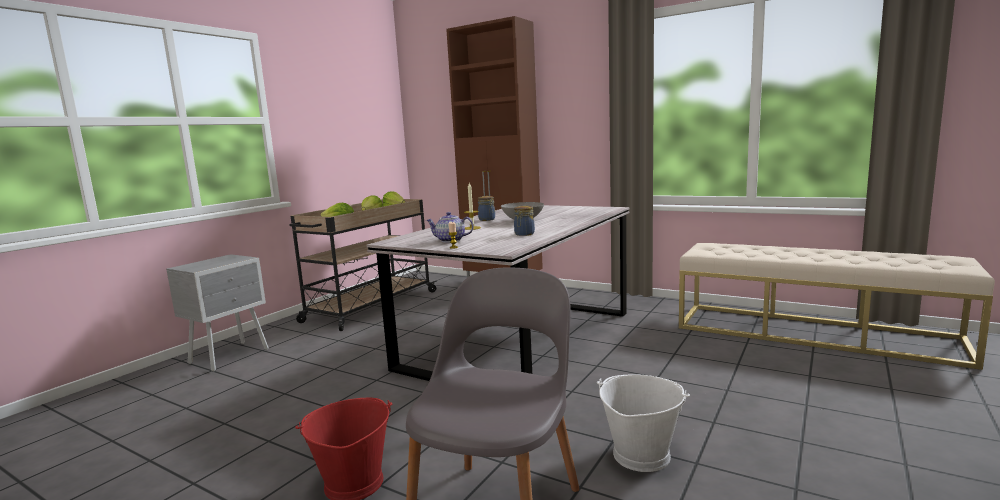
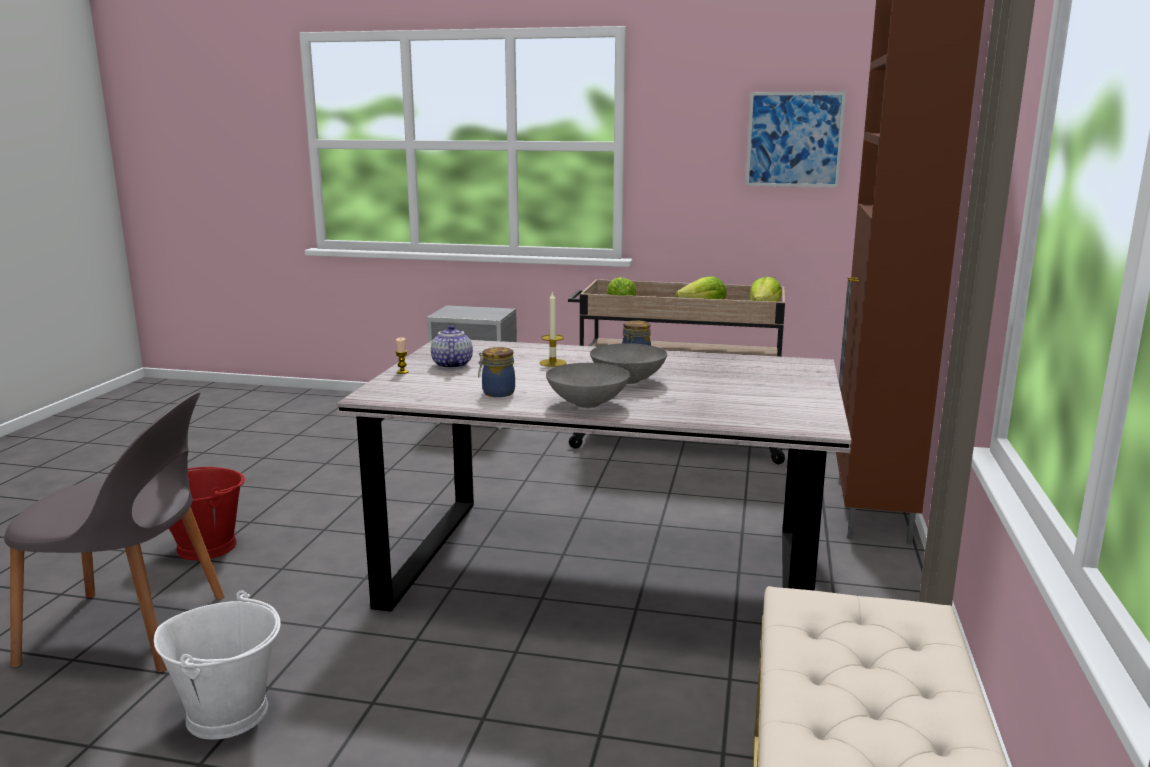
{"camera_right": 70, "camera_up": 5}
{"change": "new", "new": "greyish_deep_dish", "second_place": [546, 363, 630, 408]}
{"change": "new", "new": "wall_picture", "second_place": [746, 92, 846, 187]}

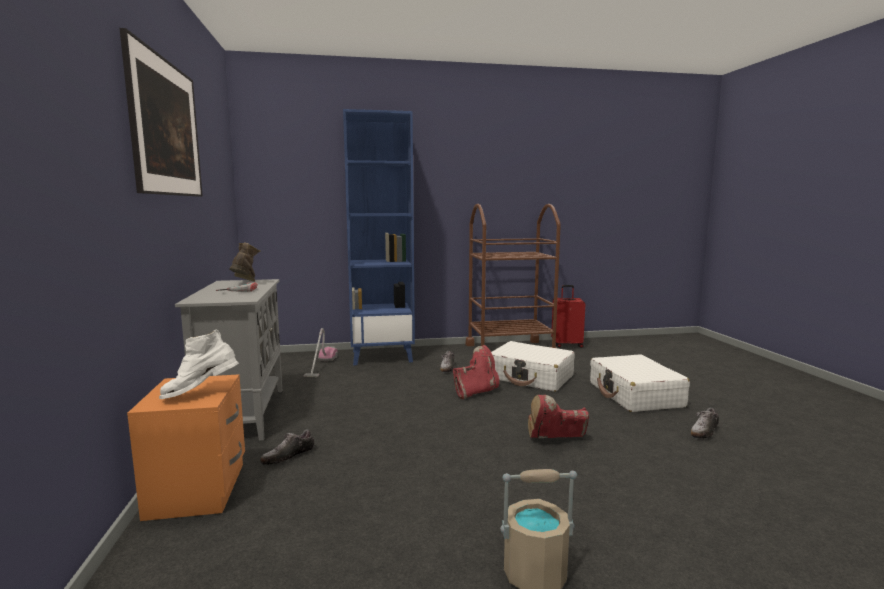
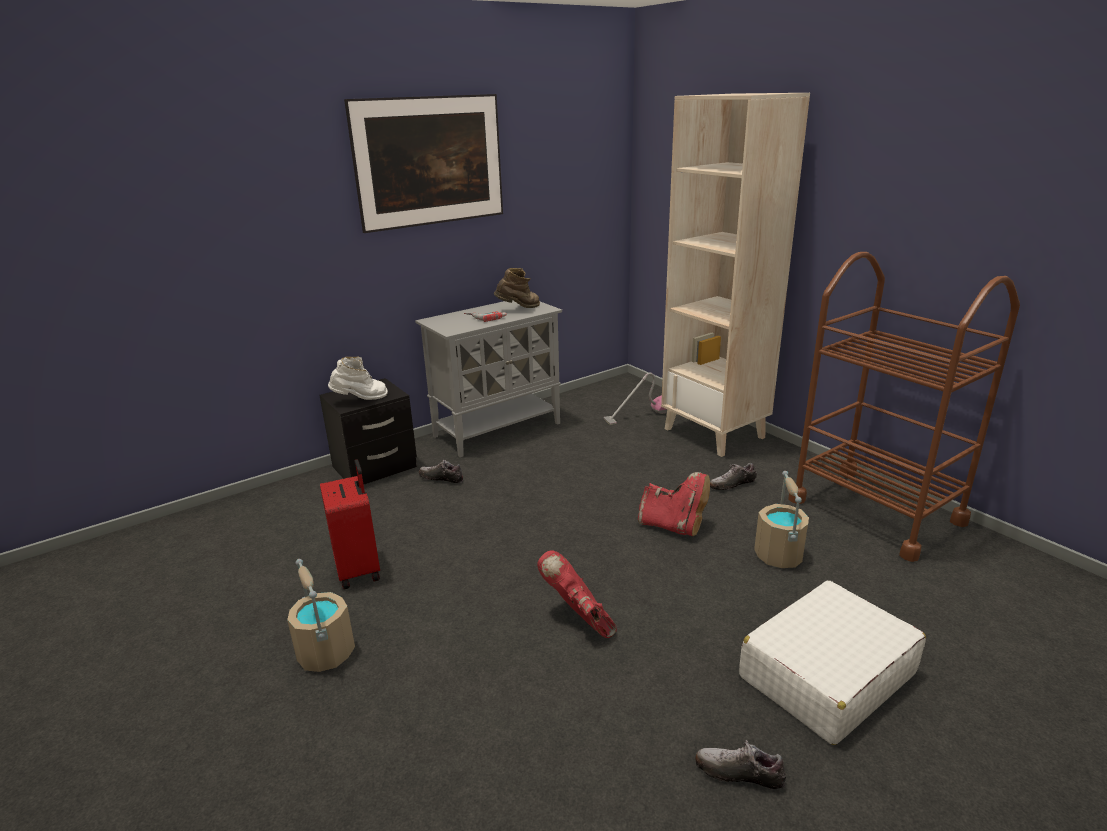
{"camera_right": 65, "camera_up": 15}
{"change": "repainted", "old": "orange_night_table", "new": "black_night_table", "first_place": [127, 374, 245, 521], "second_place": [319, 378, 417, 484]}
{"change": "rotated", "old": "white-coloured_high-top_boot", "first_place": [159, 330, 239, 399], "second_place": [328, 357, 388, 400], "degrees": 120}
{"change": "repainted", "old": "blue-coloured_bookshelf", "new": "beige-coloured_bookshelf", "first_place": [343, 109, 415, 365], "second_place": [661, 93, 810, 457]}
{"change": "swapped", "old": "white-coloured_piece_of_luggage", "new": "beige-coloured_water_bucket", "first_place": [491, 341, 575, 392], "second_place": [754, 471, 809, 568]}
{"change": "shifted", "old": "red_piece_of_luggage", "first_place": [551, 285, 586, 348], "second_place": [320, 459, 380, 589]}

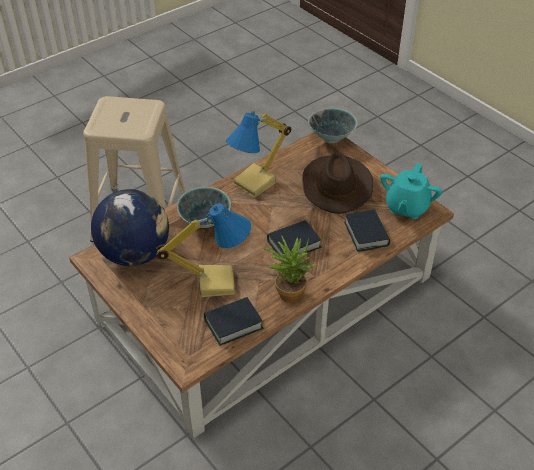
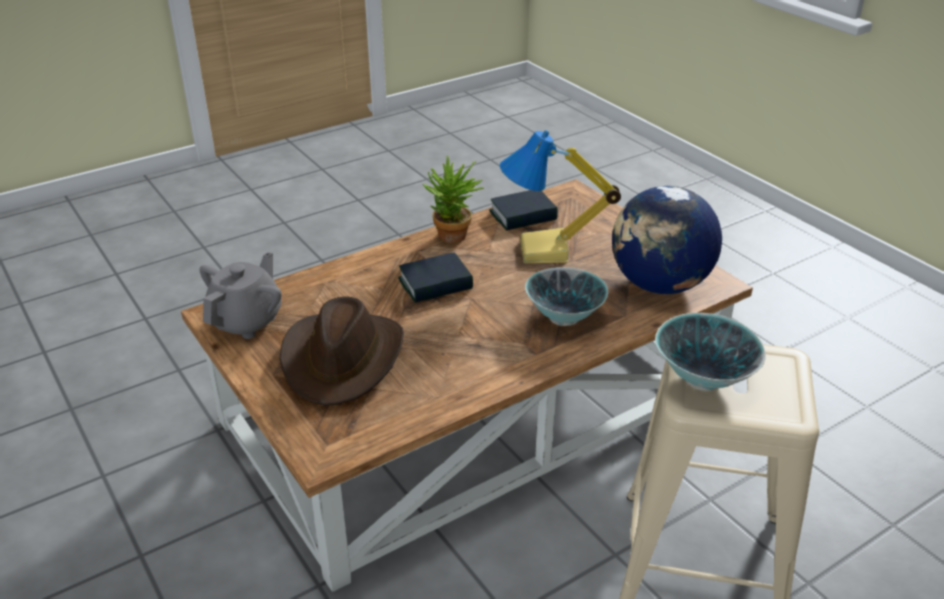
{"camera_right": -175, "camera_up": -10}
{"change": "gone", "old": "lamp_for_a_table", "first_place": [226, 111, 291, 197]}
{"change": "shifted", "old": "deep_dish", "first_place": [308, 108, 357, 143], "second_place": [655, 313, 766, 391]}
{"change": "gone", "old": "volume", "first_place": [344, 210, 390, 252]}
{"change": "repainted", "old": "blue-green_tea_pot", "new": "greyish_tea_pot", "first_place": [380, 163, 442, 219], "second_place": [199, 252, 282, 339]}

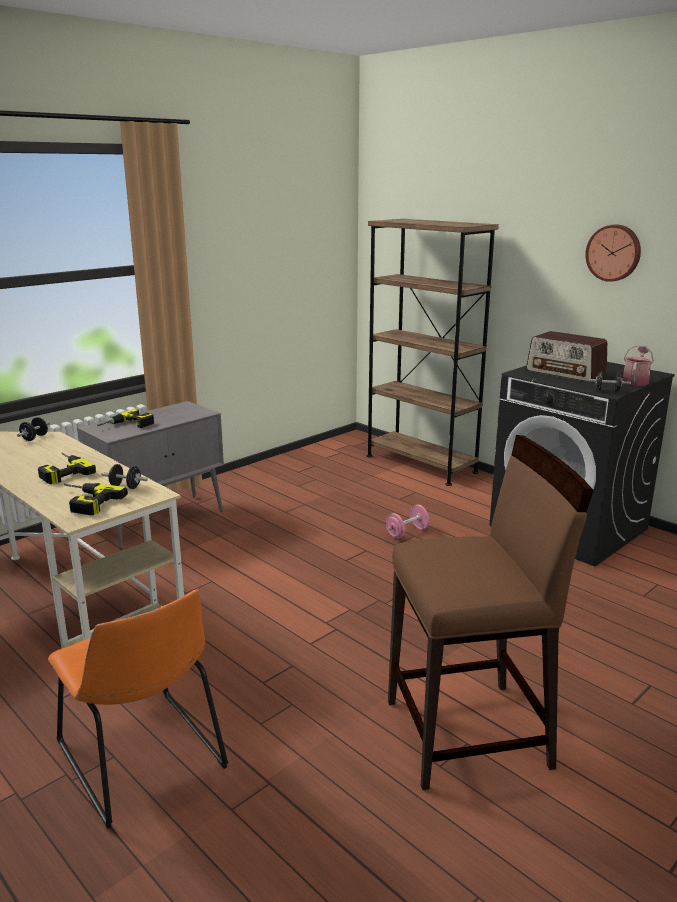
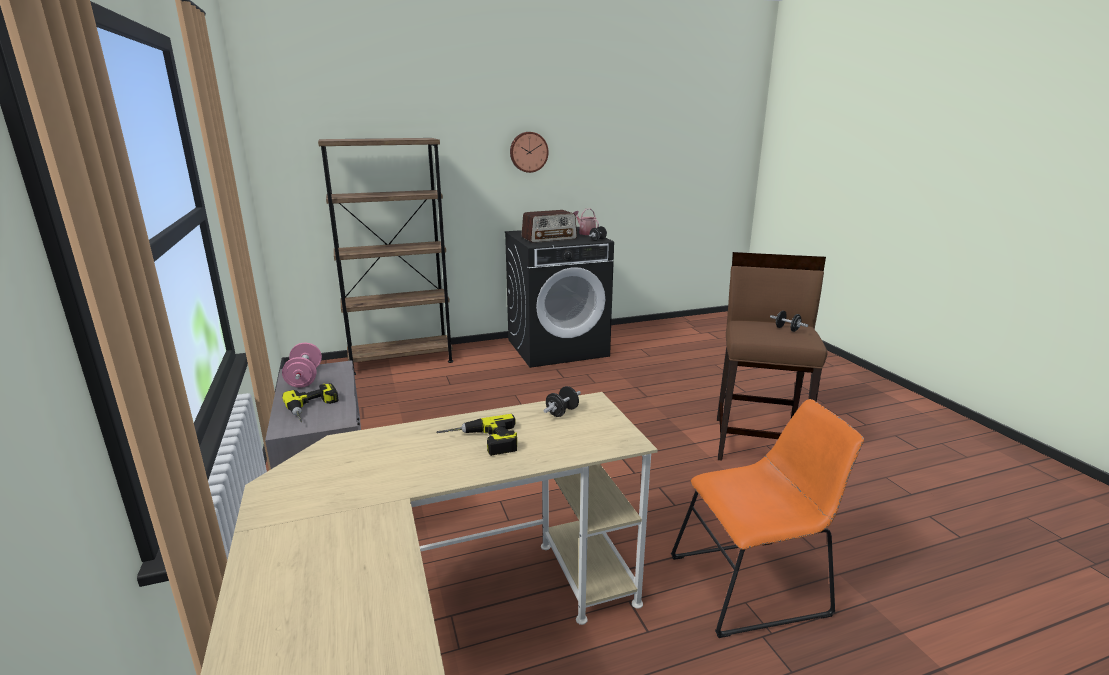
{"camera_right": -65, "camera_up": 0}
{"change": "shifted", "old": "black_hand_weight", "first_place": [17, 417, 50, 441], "second_place": [770, 311, 808, 332]}
{"change": "gone", "old": "electric_drill", "first_place": [64, 483, 128, 515]}
{"change": "shifted", "old": "pinkish_hand_weight", "first_place": [386, 505, 429, 539], "second_place": [282, 343, 322, 388]}

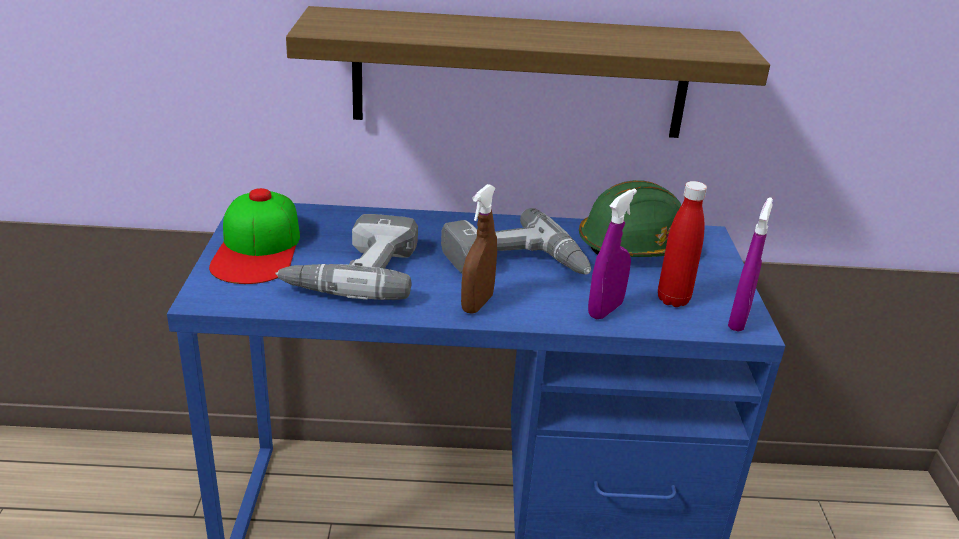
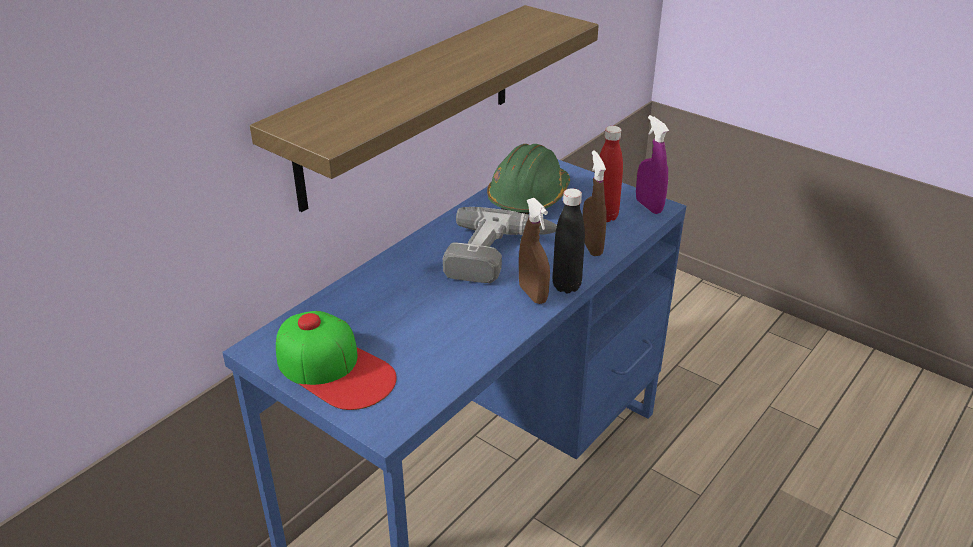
{"camera_right": -50, "camera_up": 5}
{"change": "gone", "old": "electric_drill", "first_place": [275, 214, 418, 300]}
{"change": "repainted", "old": "purplish_sprayer", "new": "brownish_sprayer", "first_place": [588, 189, 637, 320], "second_place": [583, 150, 606, 256]}
{"change": "new", "new": "black_beverage_bottle", "second_place": [553, 188, 585, 293]}

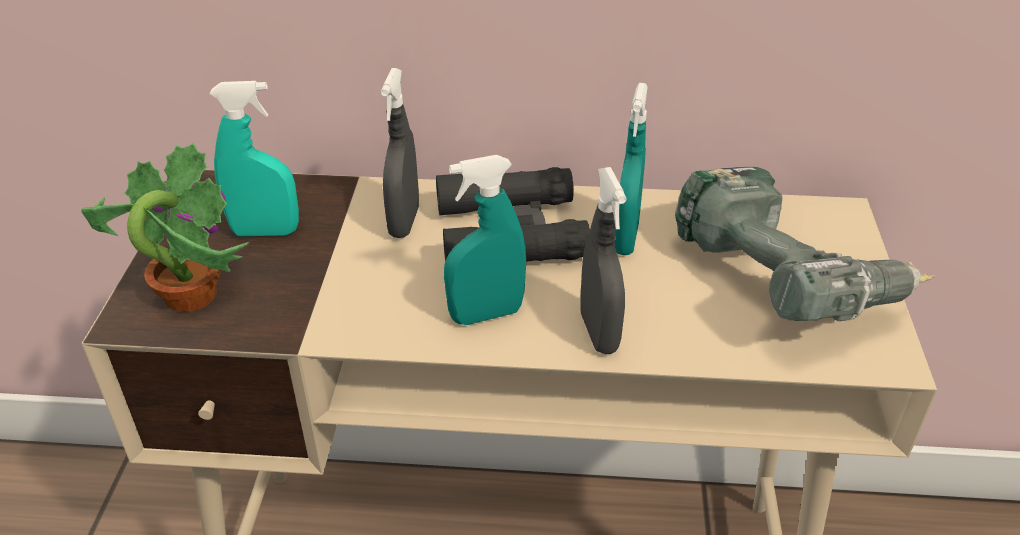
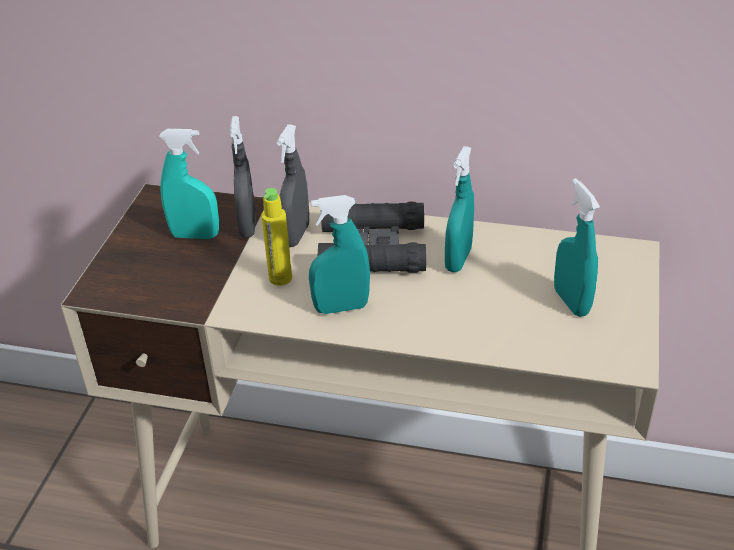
{"camera_right": 10, "camera_up": 0}
{"change": "gone", "old": "houseplant", "first_place": [81, 143, 249, 312]}
{"change": "shifted", "old": "greyish_sprayer", "first_place": [580, 167, 626, 354], "second_place": [230, 116, 256, 238]}
{"change": "swapped", "old": "electric_drill", "new": "blue-green_sprayer", "first_place": [675, 167, 935, 321], "second_place": [554, 178, 600, 317]}
{"change": "new", "new": "yellow_beverage_bottle", "second_place": [261, 188, 292, 286]}

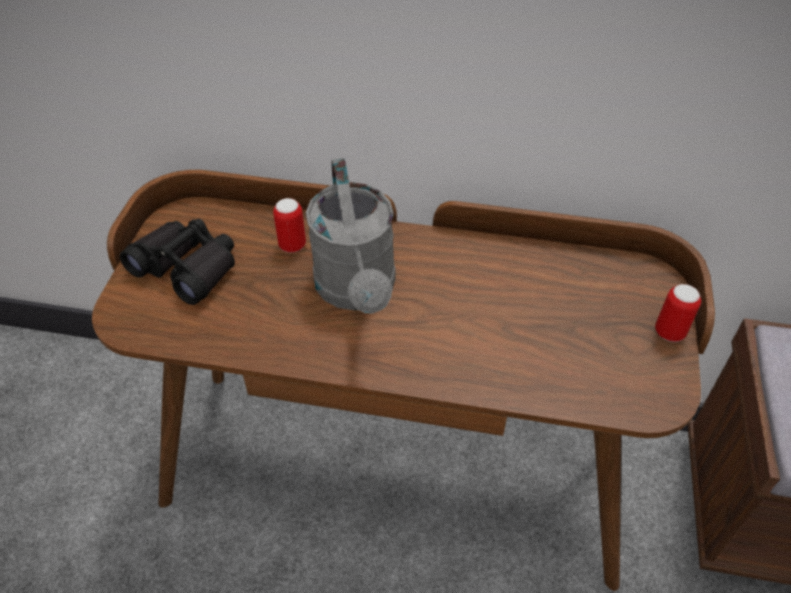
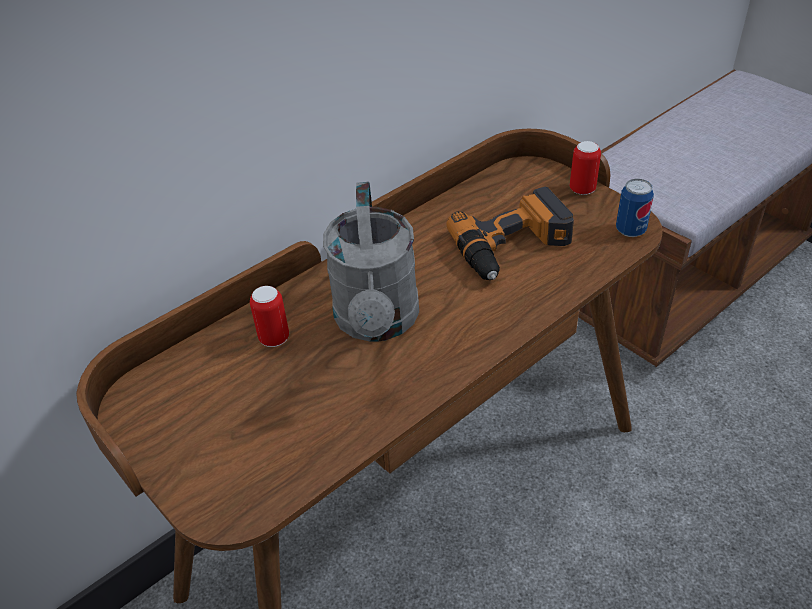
{"camera_right": -50, "camera_up": -5}
{"change": "gone", "old": "black_binoculars", "first_place": [120, 219, 235, 305]}
{"change": "rotated", "old": "greyish_sprinkling_can", "first_place": [306, 158, 396, 313], "second_place": [323, 182, 419, 342], "degrees": 60}
{"change": "new", "new": "electric_drill", "second_place": [446, 187, 574, 280]}
{"change": "new", "new": "sealed_can", "second_place": [616, 179, 654, 237]}

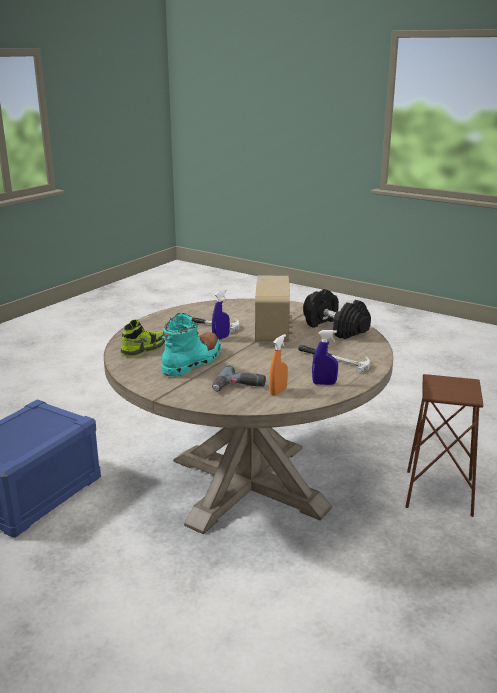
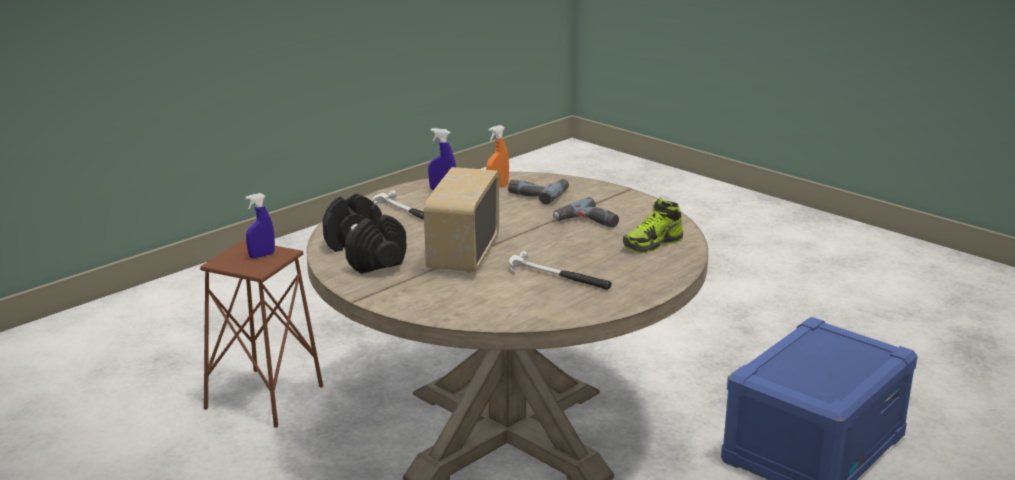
{"camera_right": -170, "camera_up": 0}
{"change": "swapped", "old": "blue-green_high-top_boot", "new": "electric_drill", "first_place": [162, 313, 221, 377], "second_place": [553, 197, 619, 228]}
{"change": "shifted", "old": "blue-coloured_sprayer", "first_place": [212, 289, 230, 340], "second_place": [246, 193, 275, 259]}

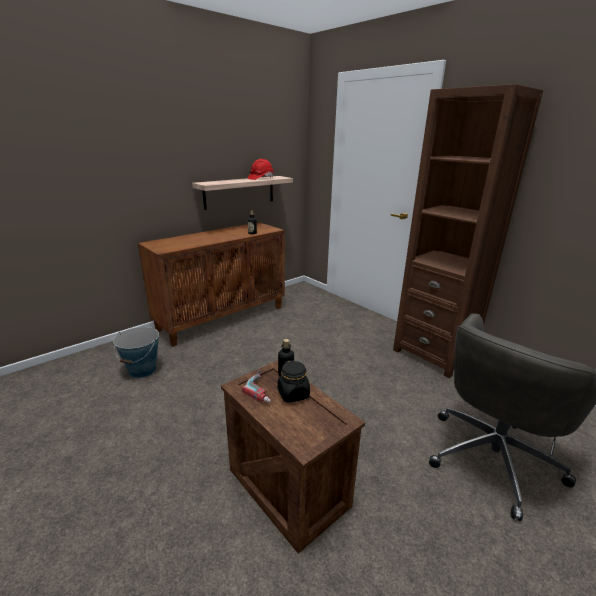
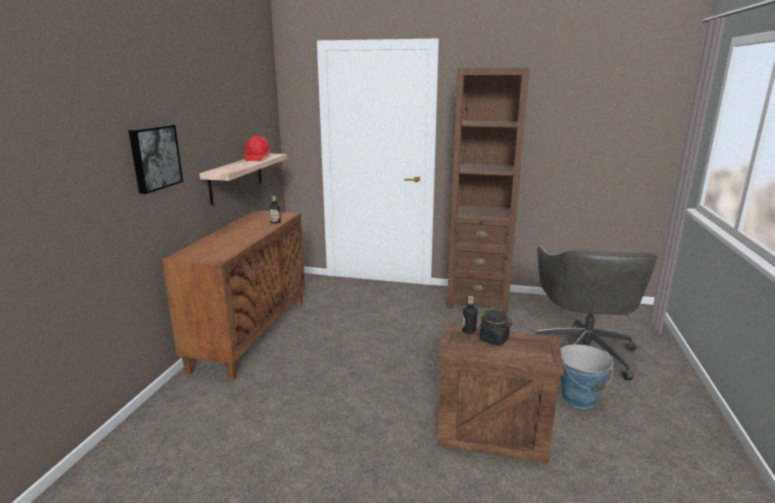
{"camera_right": -35, "camera_up": -5}
{"change": "shifted", "old": "water_bucket", "first_place": [113, 327, 159, 378], "second_place": [560, 344, 613, 409]}
{"change": "gone", "old": "electric_drill", "first_place": [242, 368, 271, 403]}
{"change": "new", "new": "wall_picture", "second_place": [129, 124, 183, 194]}

